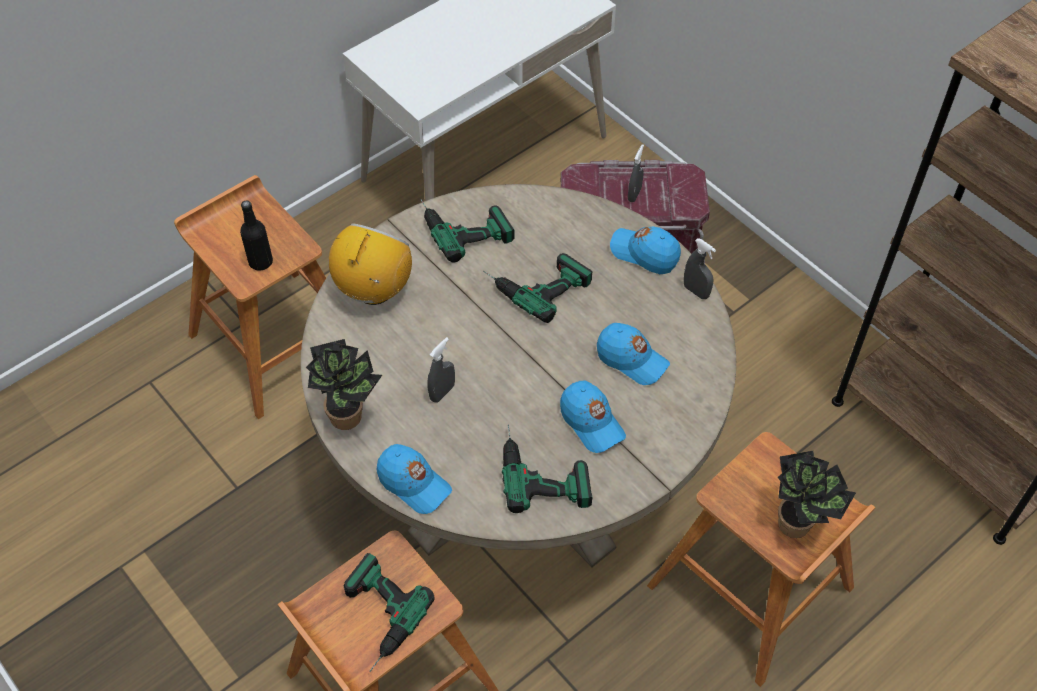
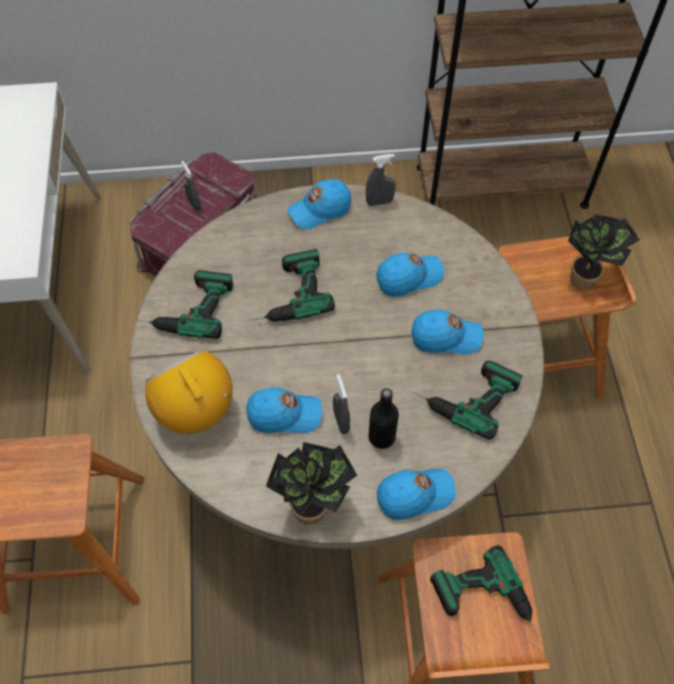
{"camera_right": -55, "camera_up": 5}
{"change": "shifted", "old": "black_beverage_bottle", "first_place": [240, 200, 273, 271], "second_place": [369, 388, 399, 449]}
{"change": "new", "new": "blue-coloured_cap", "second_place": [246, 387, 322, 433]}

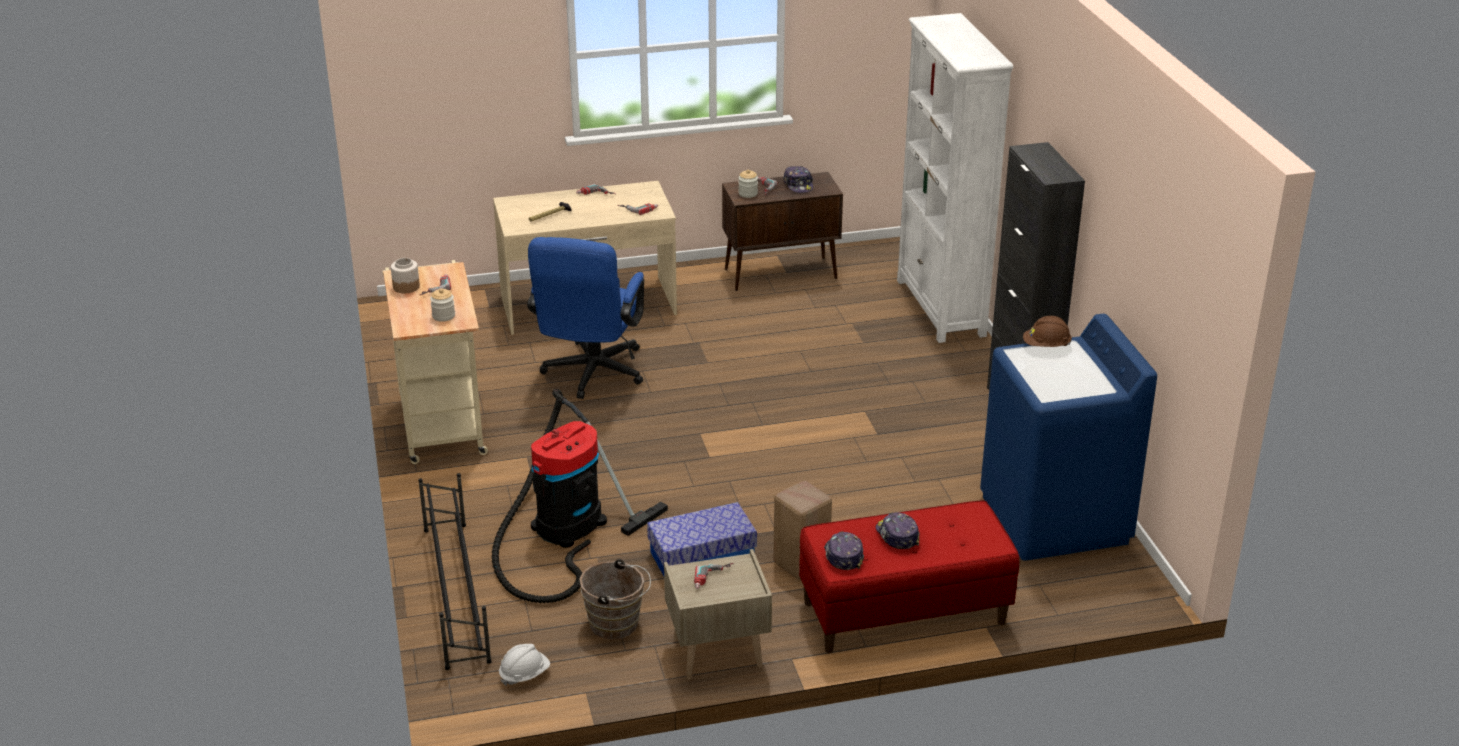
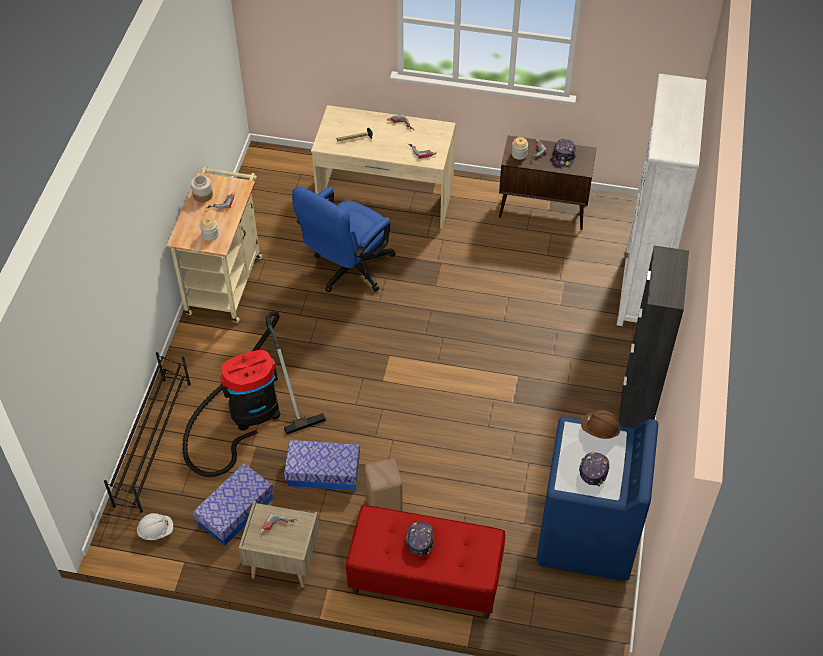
{"camera_right": 25, "camera_up": 20}
{"change": "swapped", "old": "brownish_water_bucket", "new": "storage_container", "first_place": [580, 559, 651, 639], "second_place": [193, 464, 274, 546]}
{"change": "shifted", "old": "cap", "first_place": [824, 531, 864, 570], "second_place": [579, 452, 610, 487]}

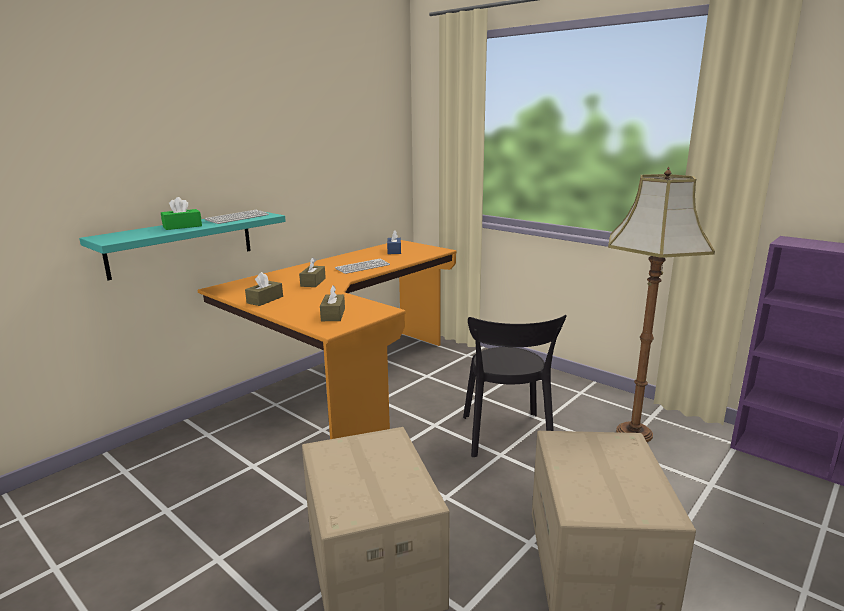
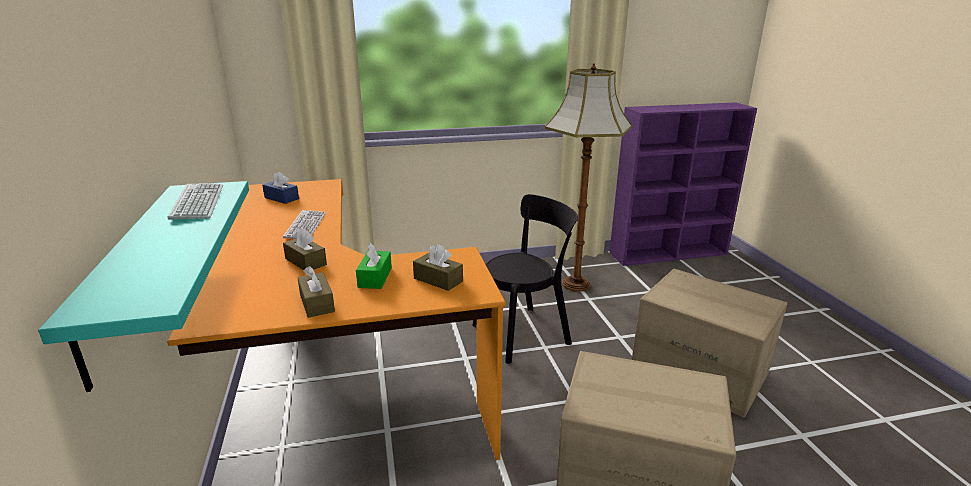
{"camera_right": -55, "camera_up": 5}
{"change": "shifted", "old": "greenish_tissue_holder", "first_place": [161, 197, 202, 230], "second_place": [356, 243, 392, 289]}
{"change": "rotated", "old": "black_chair", "first_place": [463, 315, 567, 457], "second_place": [472, 194, 578, 364], "degrees": -60}

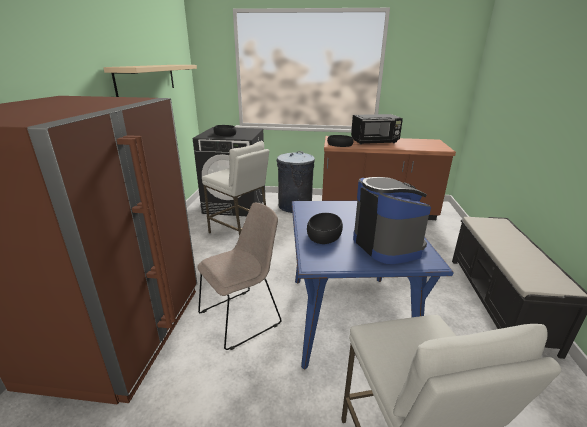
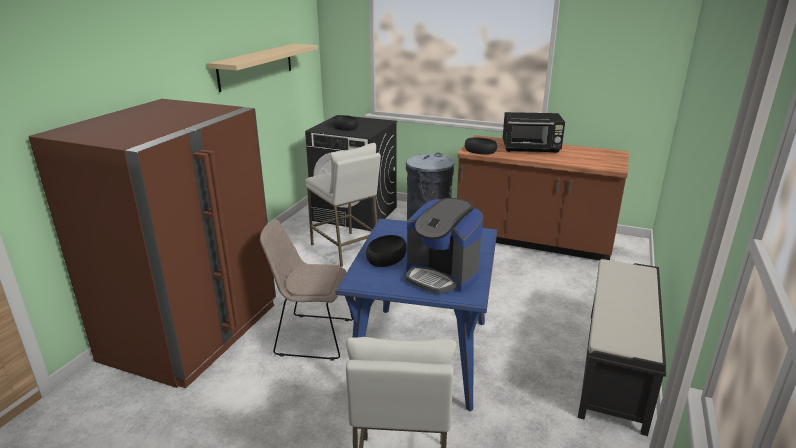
{"camera_right": 15, "camera_up": 0}
{"change": "rotated", "old": "beige-coloured_chair", "first_place": [197, 203, 282, 350], "second_place": [260, 220, 353, 360], "degrees": -150}
{"change": "rotated", "old": "coffee_maker", "first_place": [353, 177, 431, 264], "second_place": [406, 198, 483, 294], "degrees": 135}

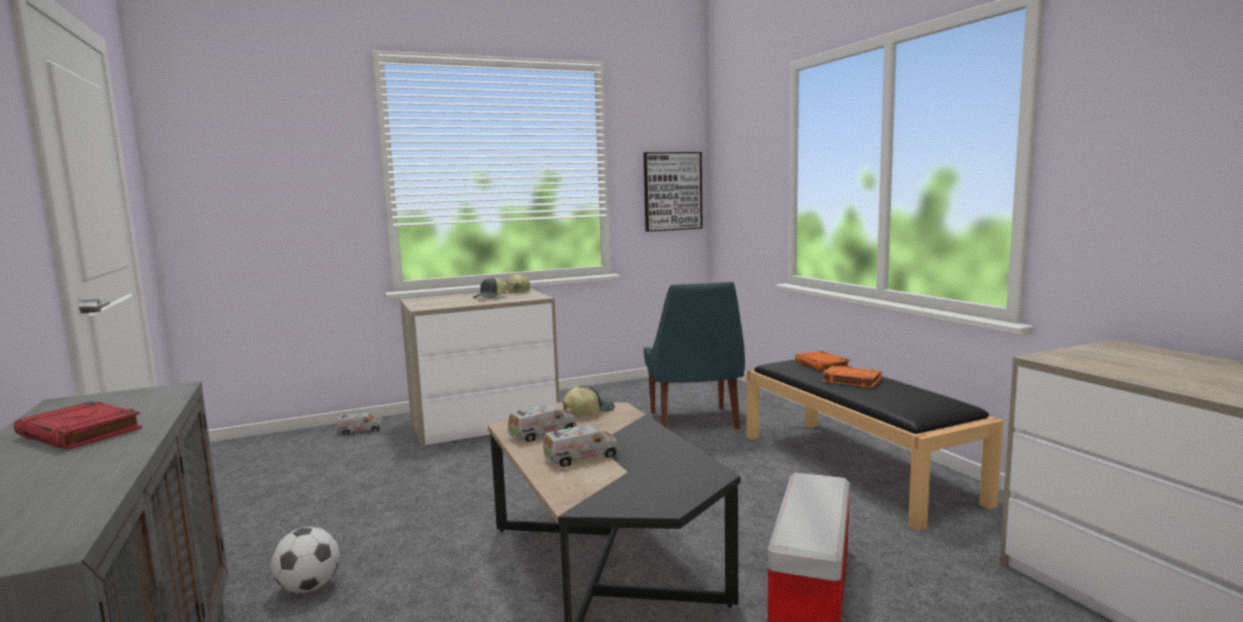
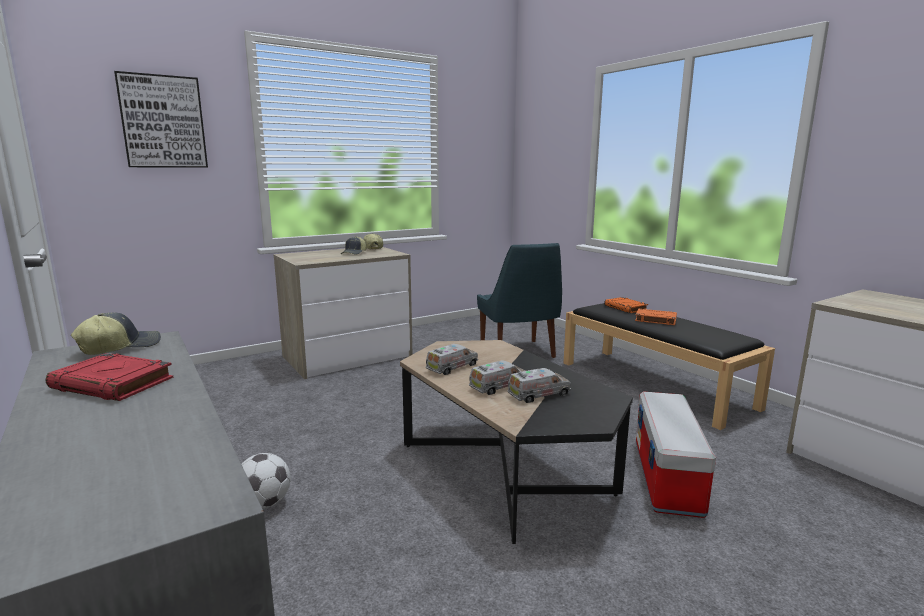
{"camera_right": -10, "camera_up": 5}
{"change": "shifted", "old": "toy_lorry", "first_place": [337, 413, 382, 435], "second_place": [507, 368, 571, 403]}
{"change": "shifted", "old": "cap", "first_place": [563, 385, 615, 417], "second_place": [71, 313, 161, 355]}
{"change": "shifted", "old": "wall_picture", "first_place": [644, 152, 703, 232], "second_place": [114, 71, 208, 168]}

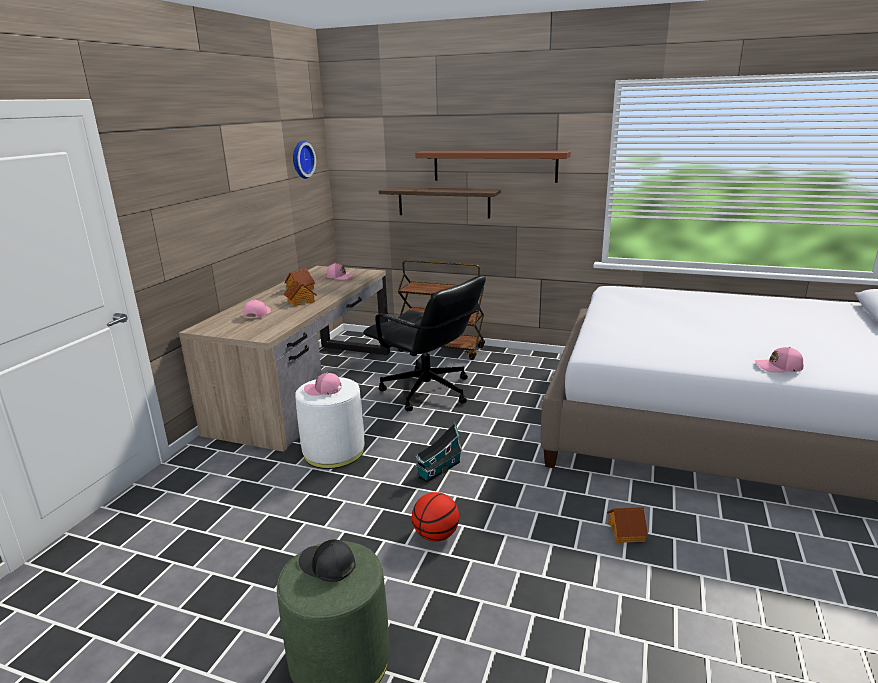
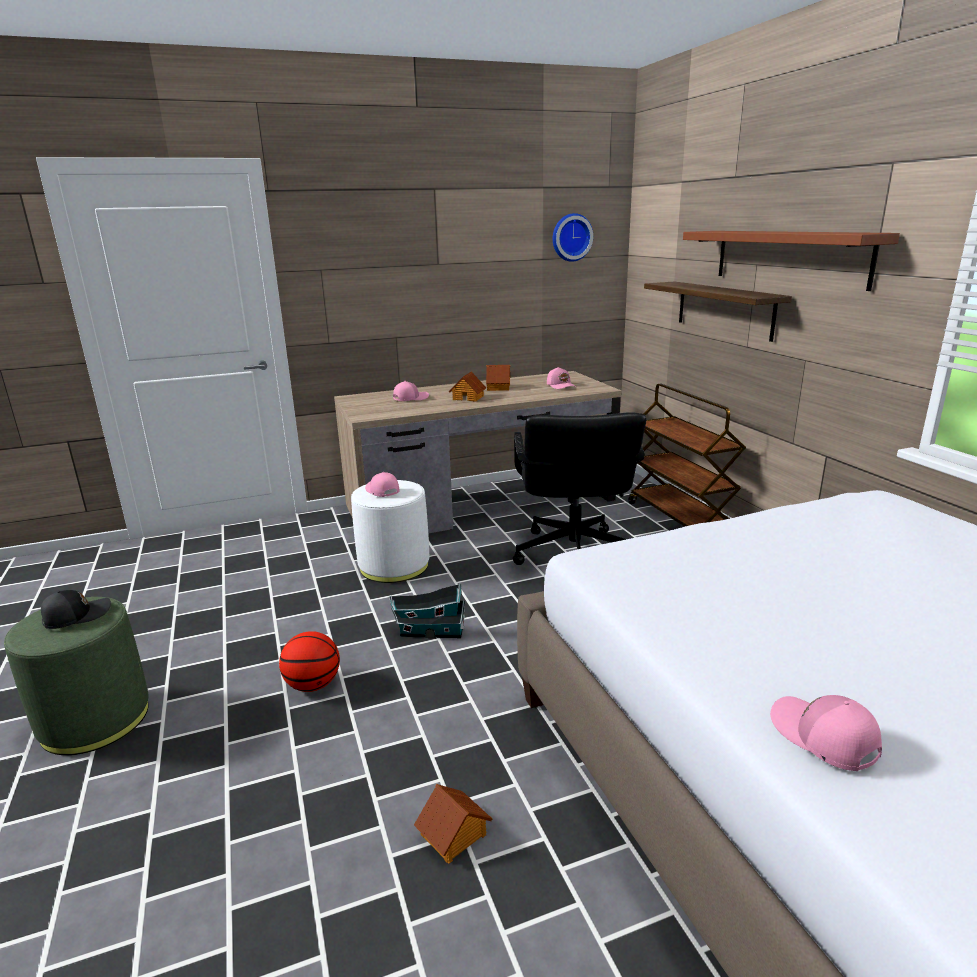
{"camera_right": 50, "camera_up": 0}
{"change": "rotated", "old": "black_cap", "first_place": [299, 539, 356, 582], "second_place": [41, 590, 111, 629], "degrees": 60}

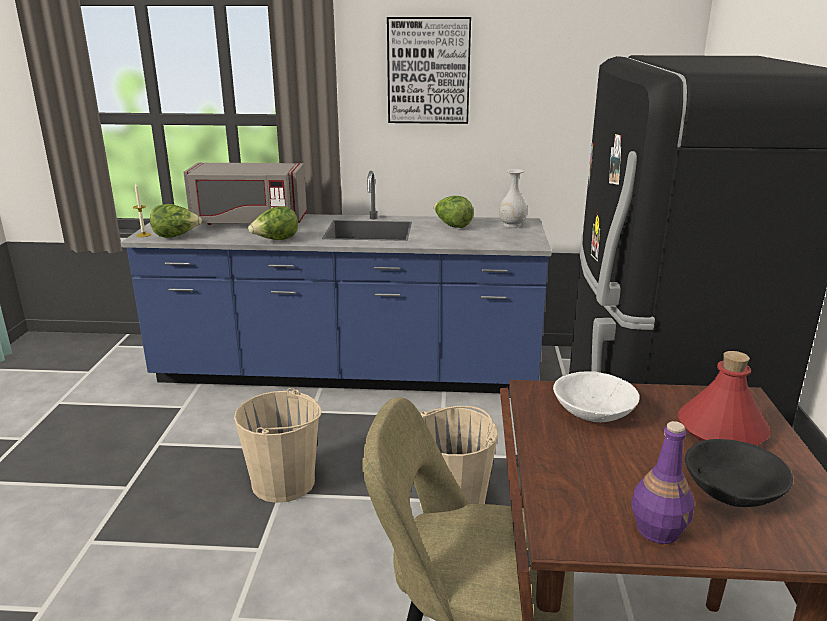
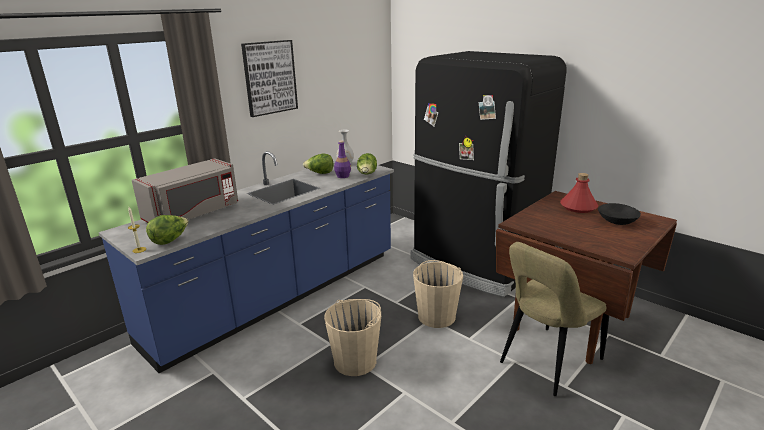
{"camera_right": -50, "camera_up": 0}
{"change": "shifted", "old": "head_of_lettuce", "first_place": [248, 206, 298, 240], "second_place": [357, 153, 377, 175]}
{"change": "gone", "old": "white-coloured_deep_dish", "first_place": [553, 372, 640, 422]}
{"change": "shifted", "old": "purplish_beverage_bottle", "first_place": [631, 421, 695, 544], "second_place": [334, 140, 351, 178]}

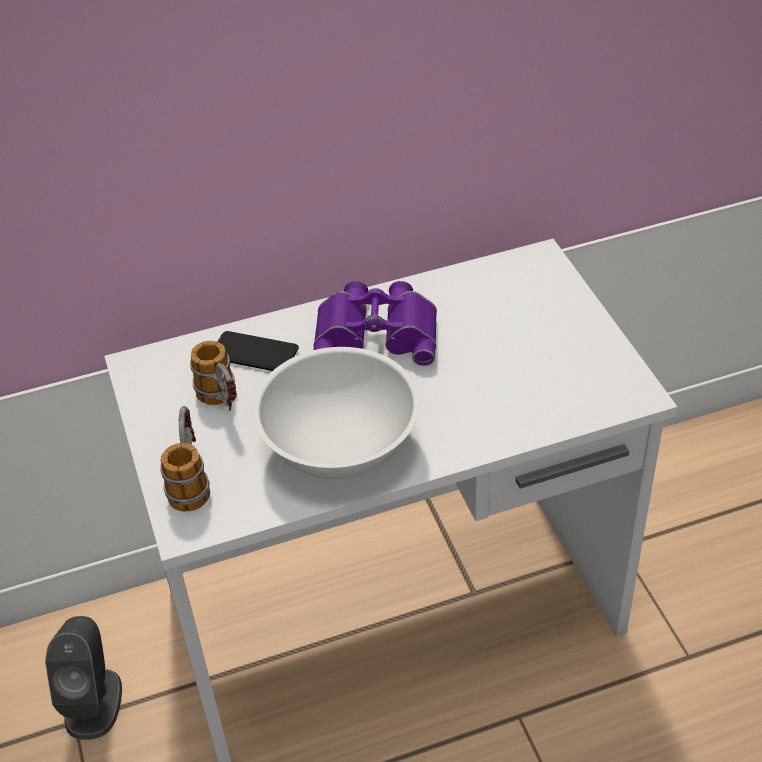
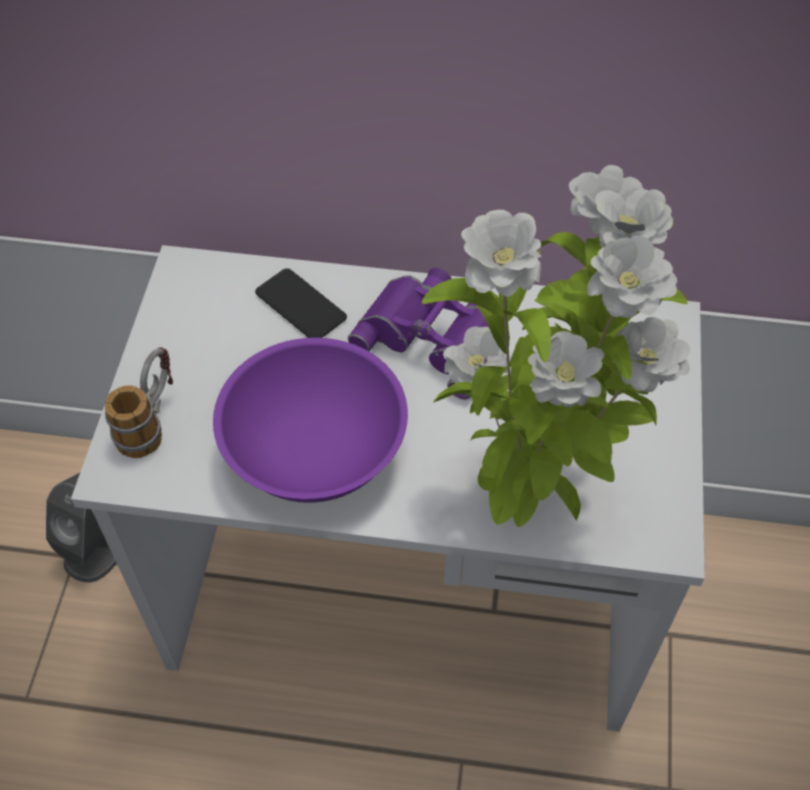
{"camera_right": 25, "camera_up": 10}
{"change": "gone", "old": "mug", "first_place": [190, 341, 237, 411]}
{"change": "repainted", "old": "white-coloured_deep_dish", "new": "purplish_deep_dish", "first_place": [252, 347, 420, 479], "second_place": [213, 338, 408, 503]}
{"change": "new", "new": "houseplant", "second_place": [422, 165, 691, 527]}

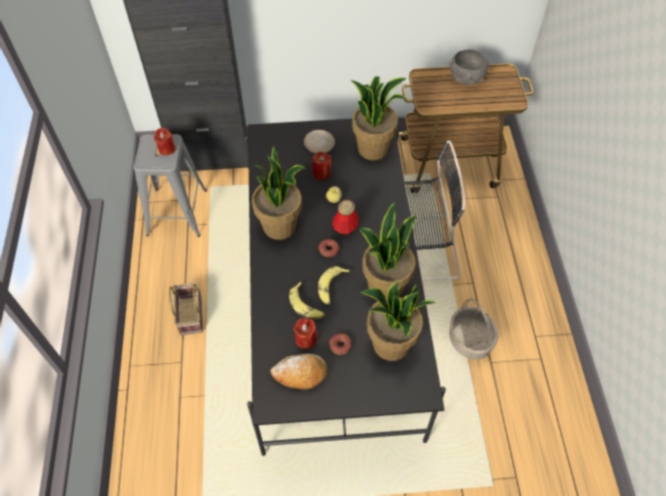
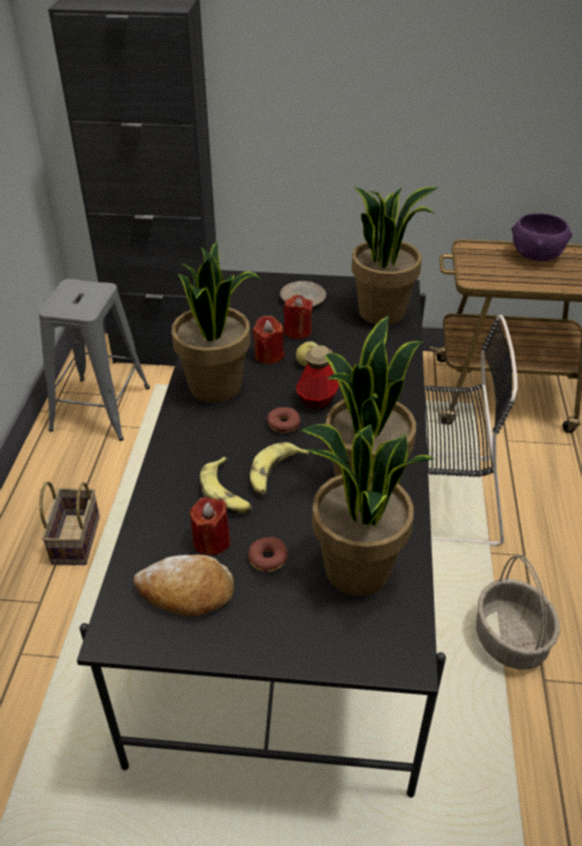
{"camera_right": 10, "camera_up": -15}
{"change": "shifted", "old": "red_wax_light", "first_place": [154, 128, 176, 156], "second_place": [252, 316, 284, 364]}
{"change": "repainted", "old": "greyish_deep_dish", "new": "purplish_deep_dish", "first_place": [449, 49, 490, 85], "second_place": [511, 213, 572, 261]}

